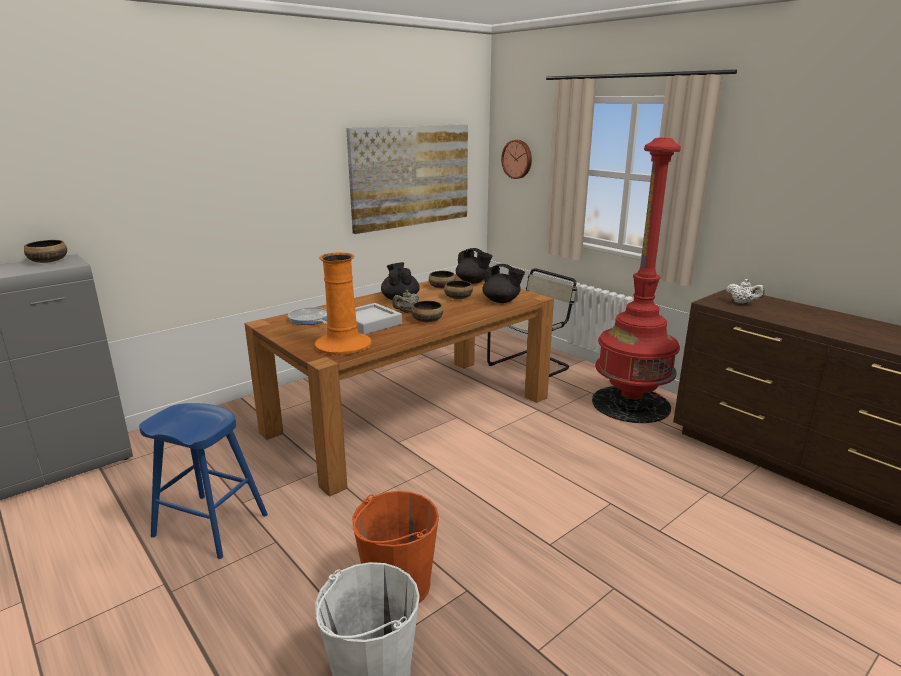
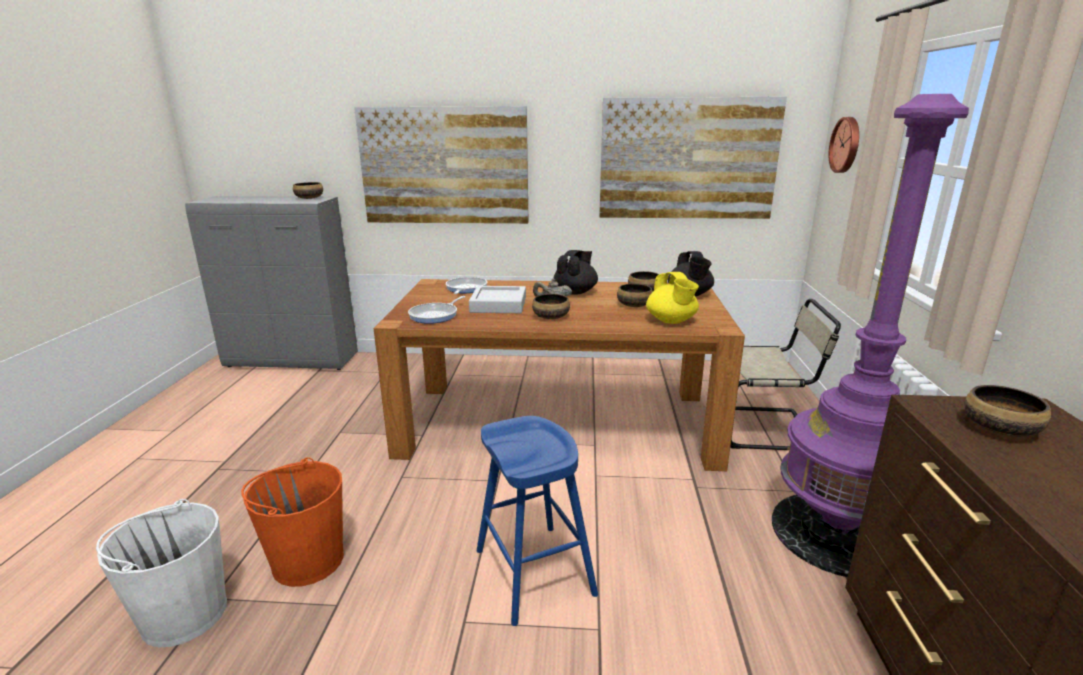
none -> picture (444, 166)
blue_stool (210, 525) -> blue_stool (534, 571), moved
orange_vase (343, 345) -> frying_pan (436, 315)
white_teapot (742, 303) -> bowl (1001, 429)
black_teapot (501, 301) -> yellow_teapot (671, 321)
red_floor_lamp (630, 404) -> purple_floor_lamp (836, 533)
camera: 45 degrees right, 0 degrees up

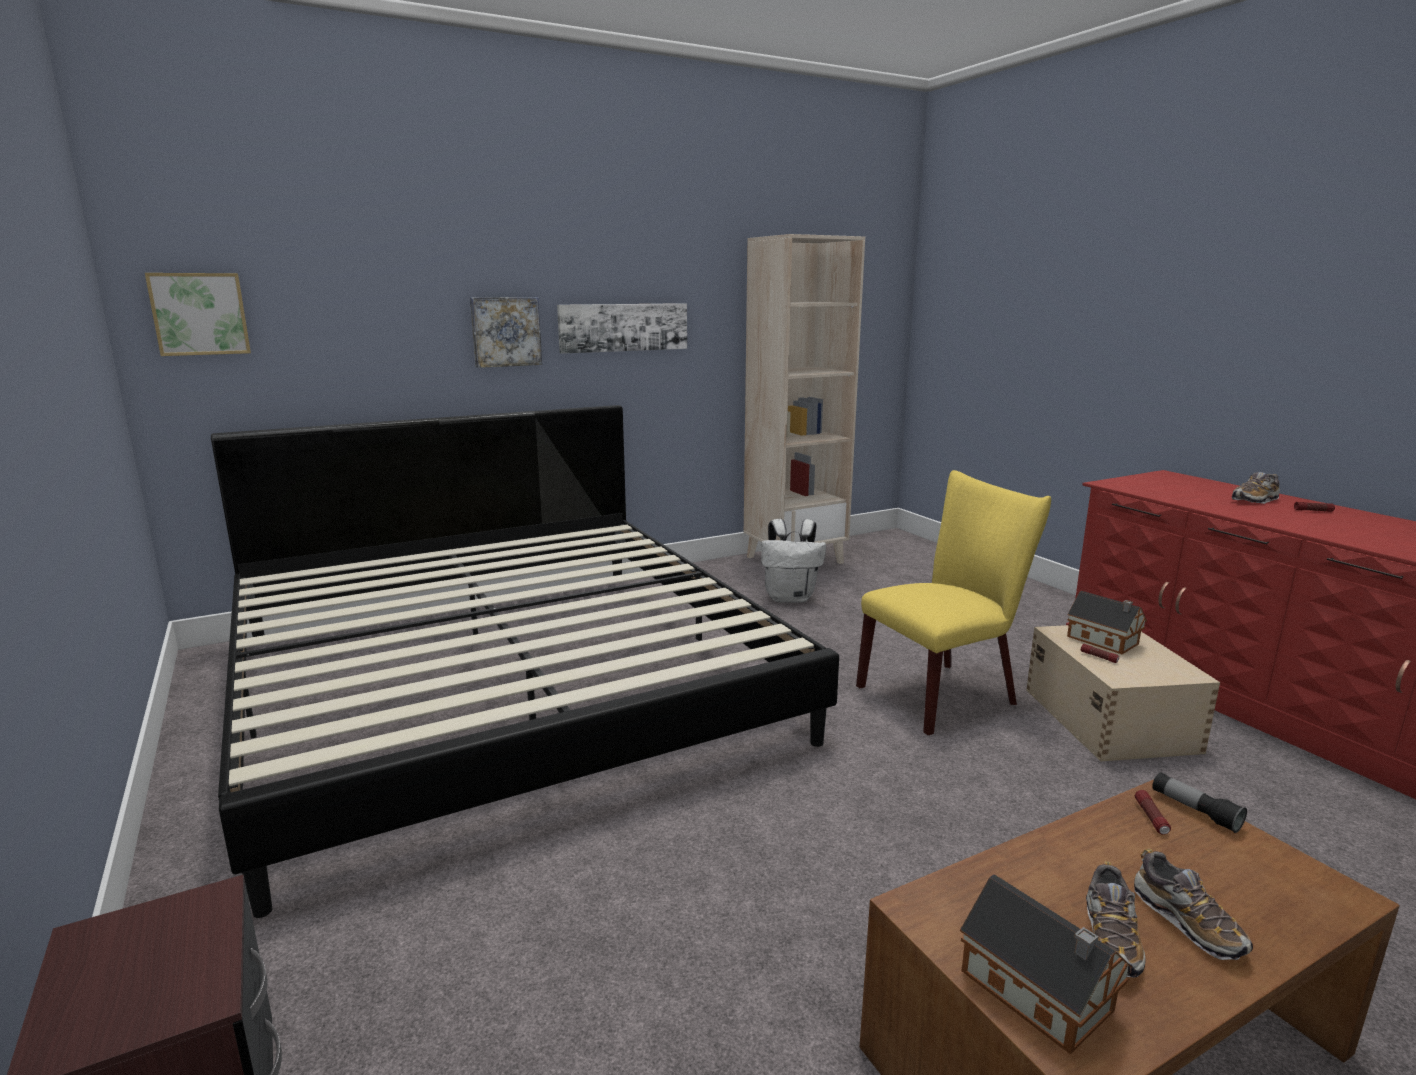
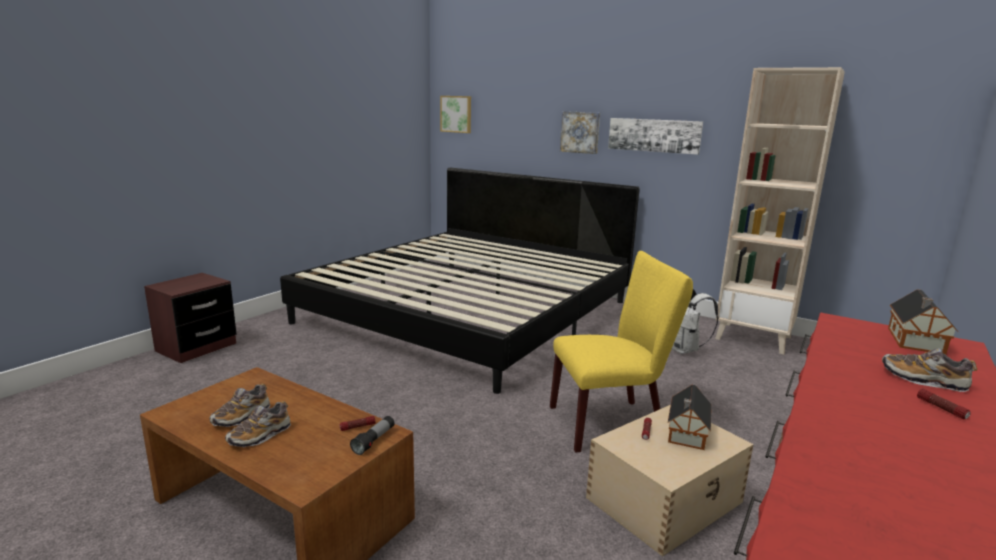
toy_house (1040, 995) -> toy_house (915, 341), moved
yellow_chair (944, 693) -> yellow_chair (613, 423), 45 degrees counterclockwise
shoe (1110, 940) -> shoe (242, 417), 45 degrees counterclockwise
camera: 60 degrees right, 0 degrees up

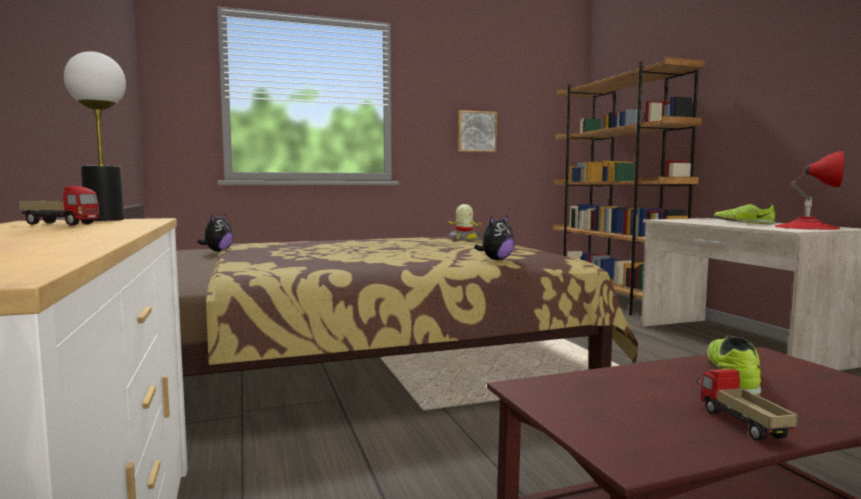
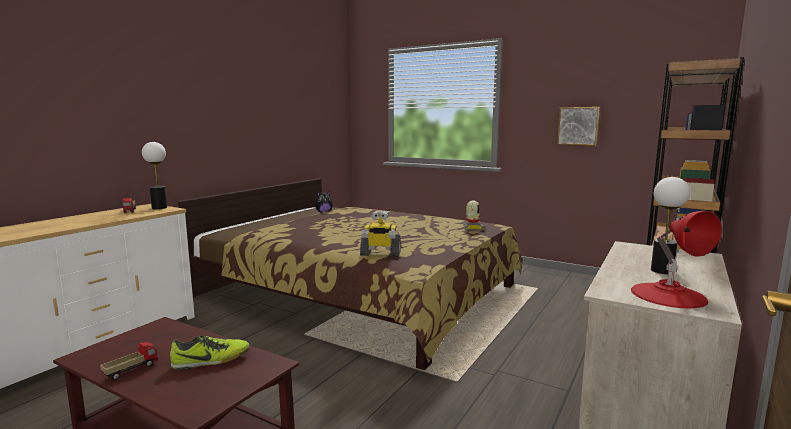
plush_toy (496, 260) -> toy_robot (380, 253)
shoe (743, 223) -> table_lamp (662, 271)
camera: 50 degrees right, 5 degrees up

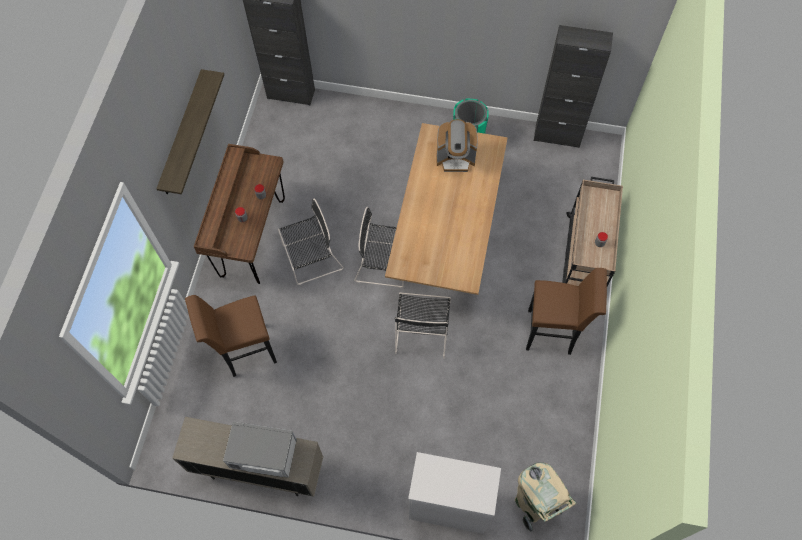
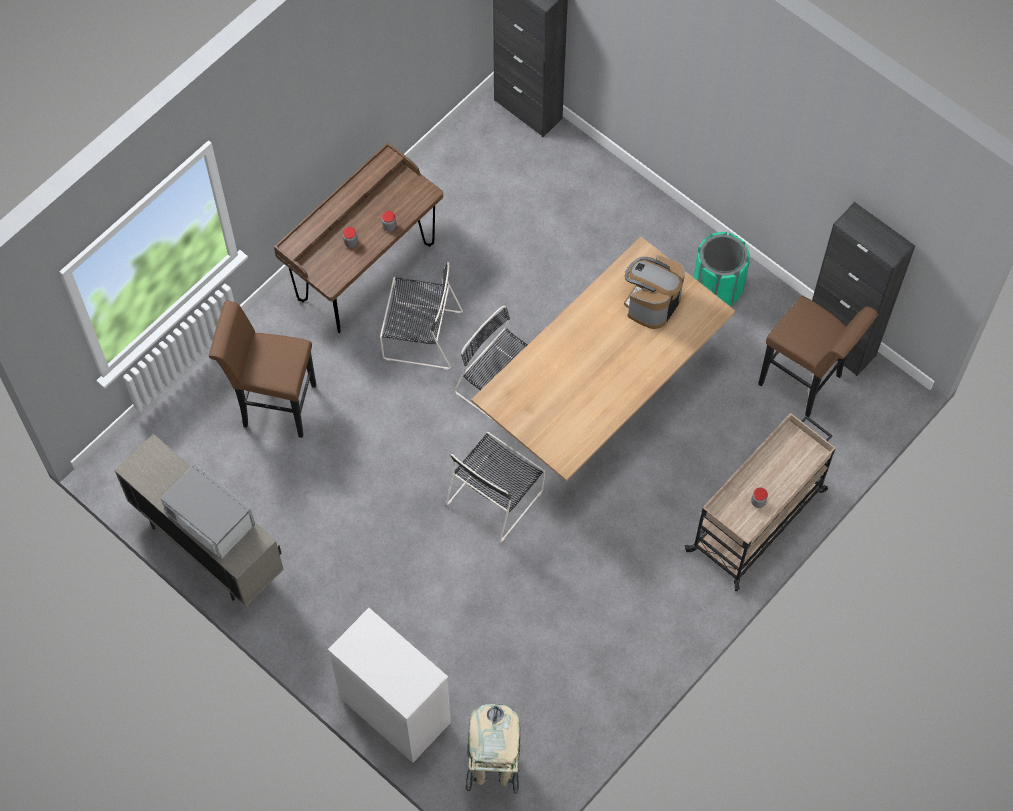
shelf (182, 134) -> none
brown_stool (554, 332) -> brown_stool (805, 383), moved
coffee_machine (455, 158) -> coffee_machine (651, 303), 90 degrees clockwise
camera: 30 degrees right, 0 degrees up

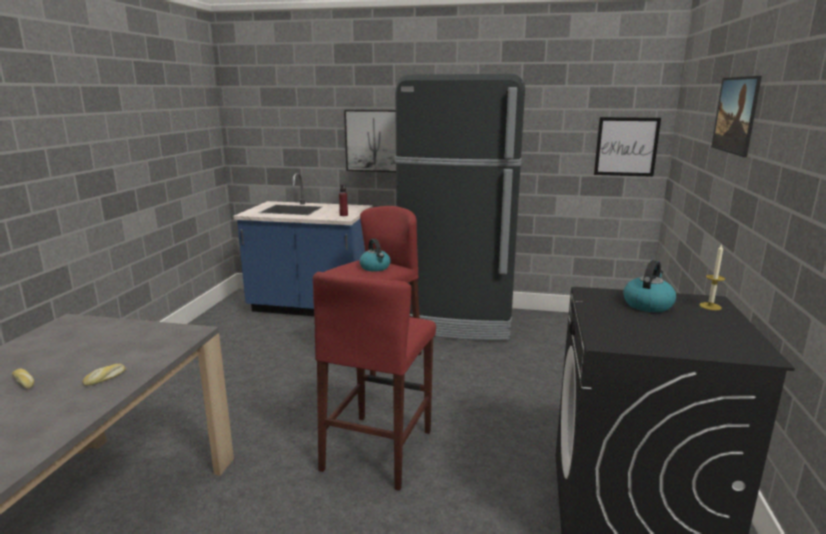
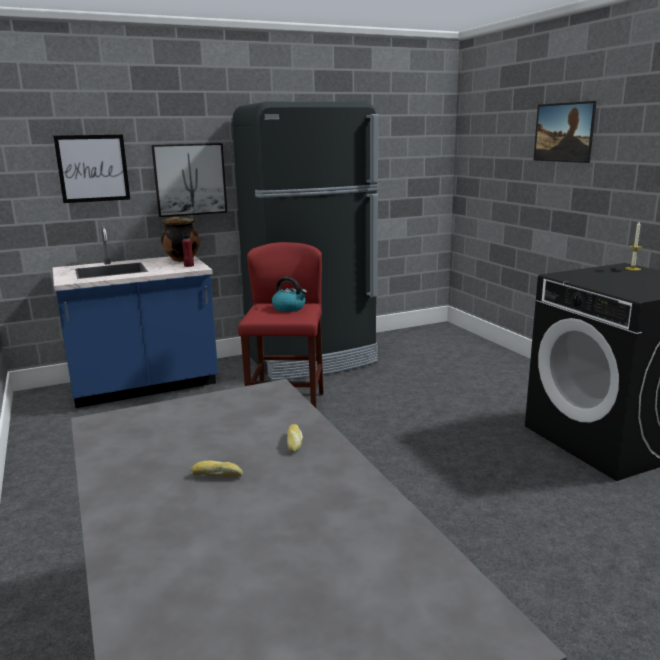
red_stool (378, 450) -> none
kettle (647, 304) -> none
none -> cooking_pot (181, 260)
picture (626, 146) -> picture (93, 168), moved
camera: 35 degrees left, 0 degrees up

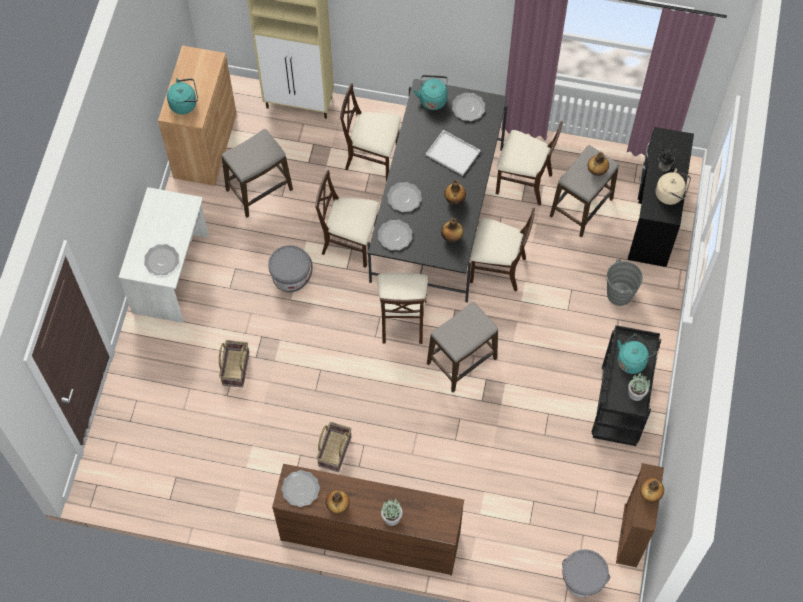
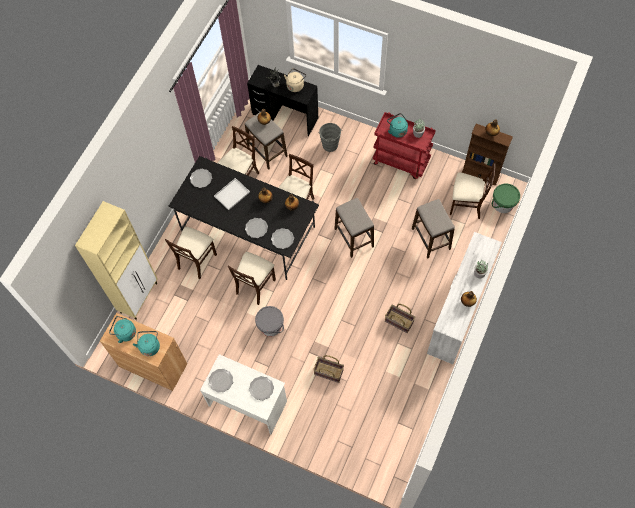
stool (259, 190) -> stool (431, 238), moved
plate (301, 489) -> plate (221, 380), moved
beige_chair (402, 320) -> beige_chair (466, 205), moved
turquoise_kettle (432, 98) -> turquoise_kettle (125, 333), moved
brown_dresser (370, 536) -> white_dresser (458, 311)
grey_bucket (582, 580) -> green_bucket (503, 204)
black_cart (620, 407) -> red_cart (401, 161)
camera: 75 degrees left, 0 degrees up

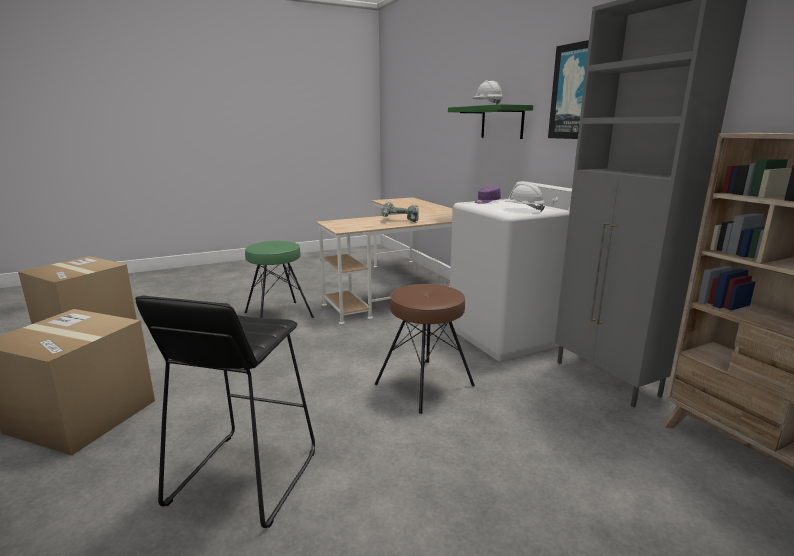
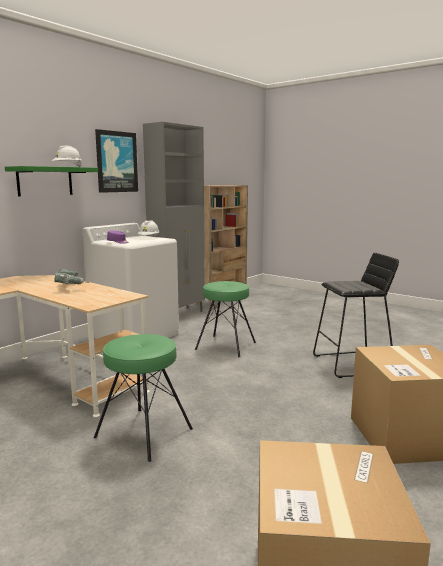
brown_stool (425, 385) -> green_stool (226, 345)
camera: 115 degrees left, 5 degrees down

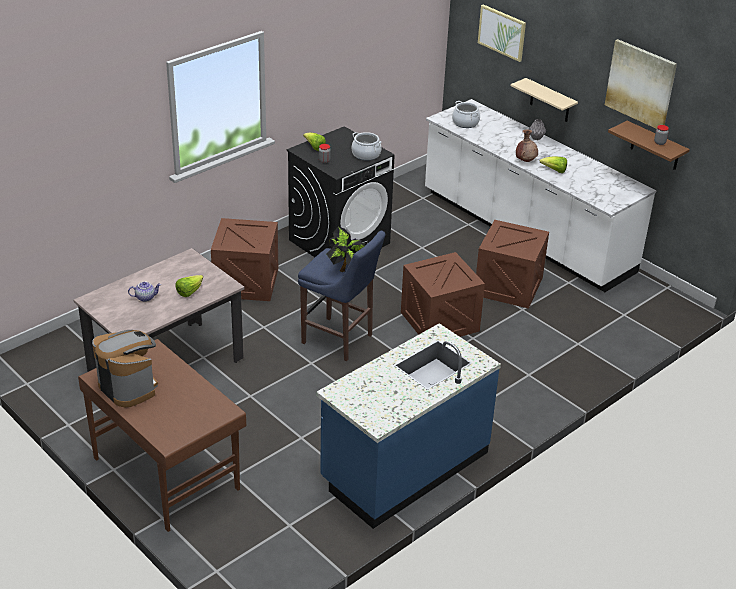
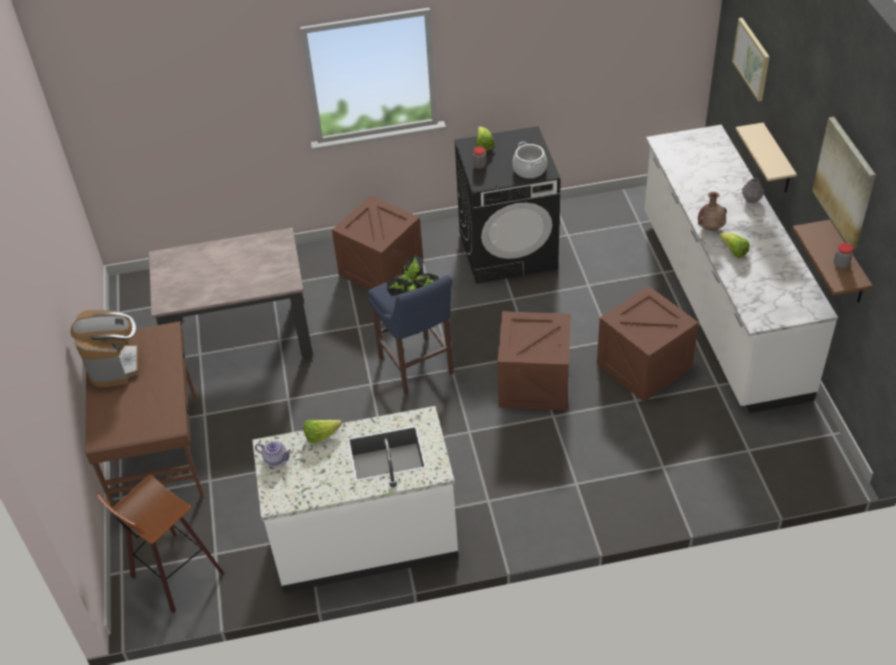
cooking_pot (465, 123) -> none
none -> stool (174, 575)
teapot (145, 297) -> teapot (276, 458), moved
lettuce (189, 292) -> lettuce (321, 436), moved
blue_counter (404, 467) -> white_counter (364, 538)
camera: 35 degrees right, 10 degrees up

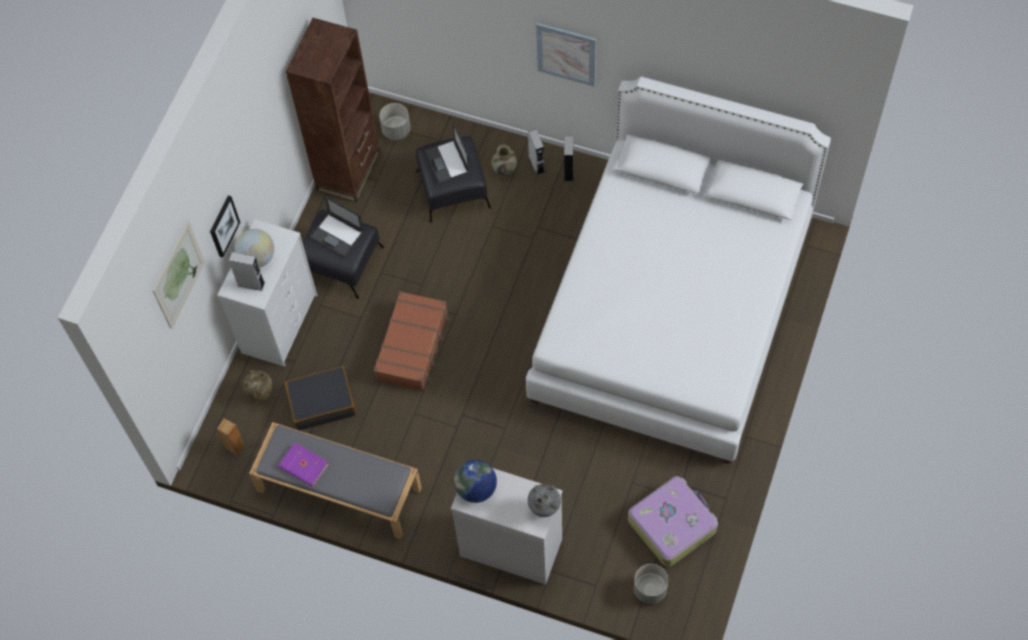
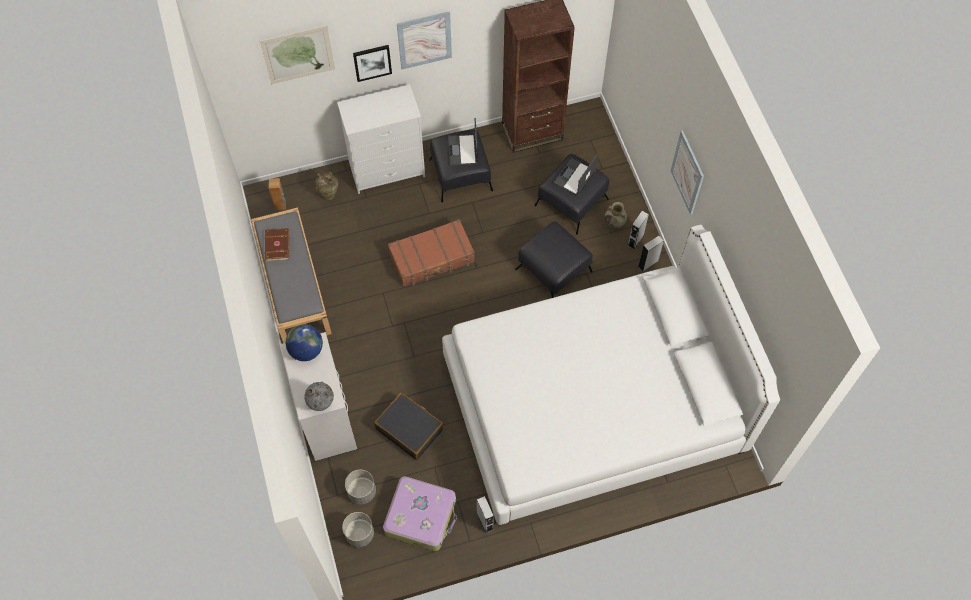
globe (257, 258) -> none
none -> picture (424, 40)
none -> black_ottoman (553, 270)
grey_speaker (251, 284) -> grey_speaker (485, 521), moved
black_suitcase (321, 402) -> black_suitcase (409, 429), moved
grey_planter (396, 130) -> grey_planter (362, 491), moved
purple_book (303, 466) -> brown_book (276, 246)
camera: 50 degrees right, 0 degrees up

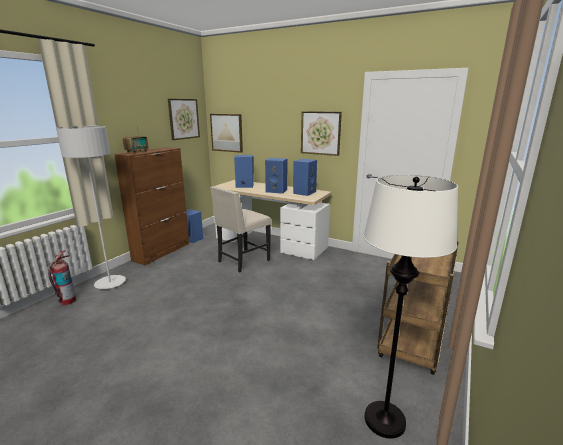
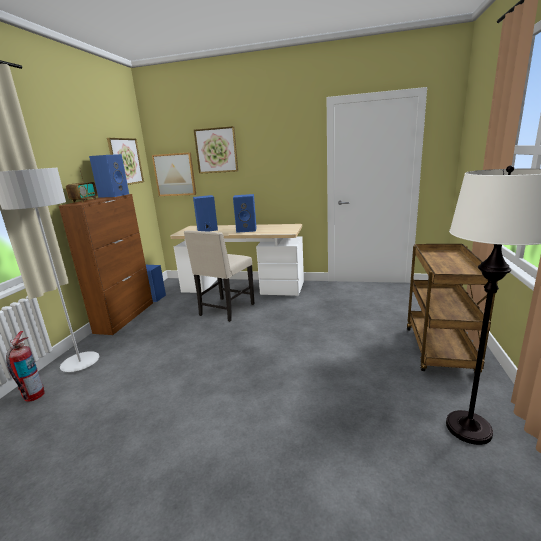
blue_speaker (304, 192) -> blue_speaker (114, 195), moved
picture (320, 133) -> picture (216, 150), moved
camera: 15 degrees left, 0 degrees up

